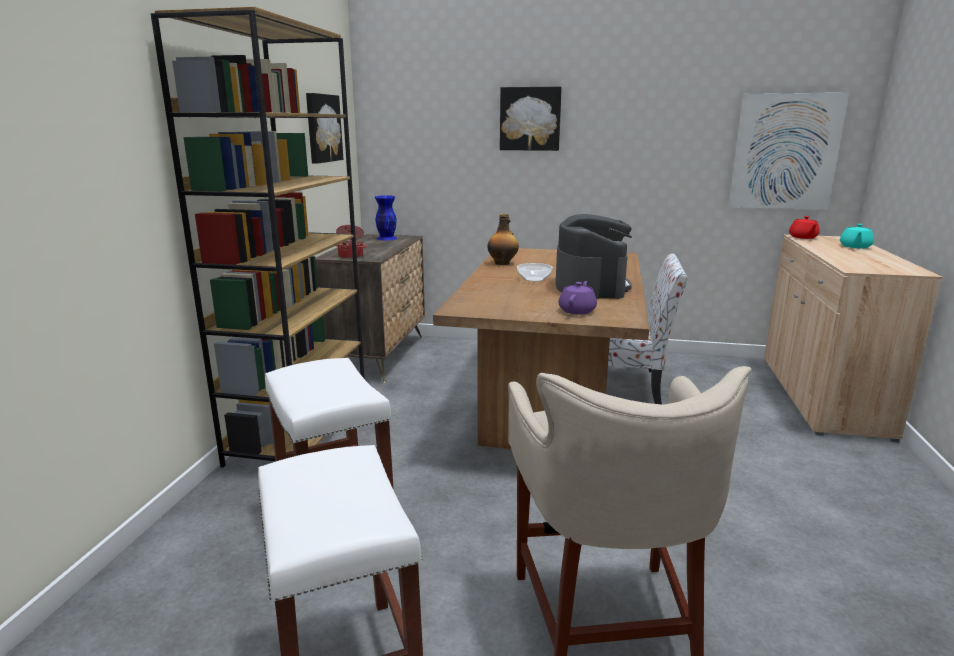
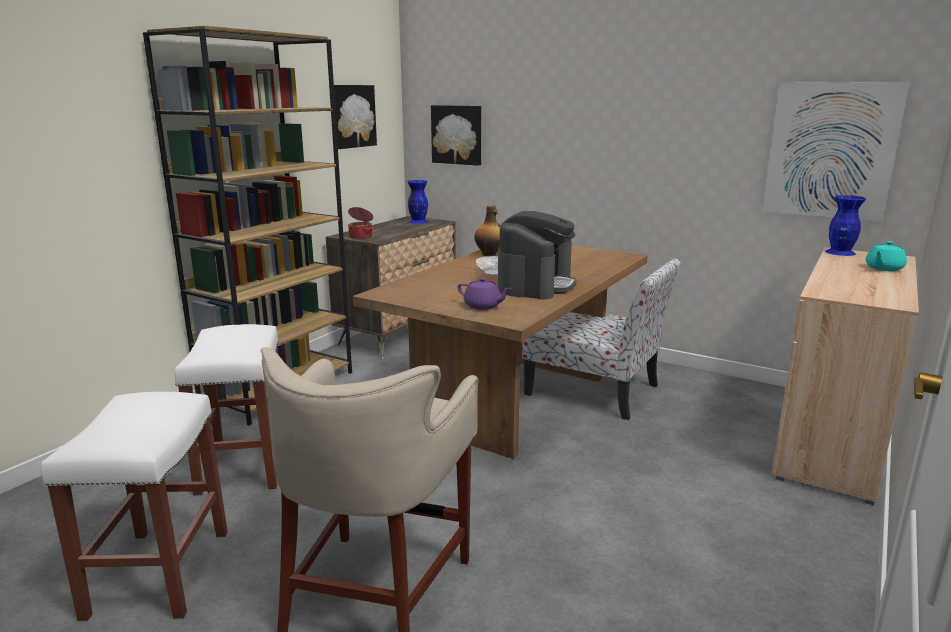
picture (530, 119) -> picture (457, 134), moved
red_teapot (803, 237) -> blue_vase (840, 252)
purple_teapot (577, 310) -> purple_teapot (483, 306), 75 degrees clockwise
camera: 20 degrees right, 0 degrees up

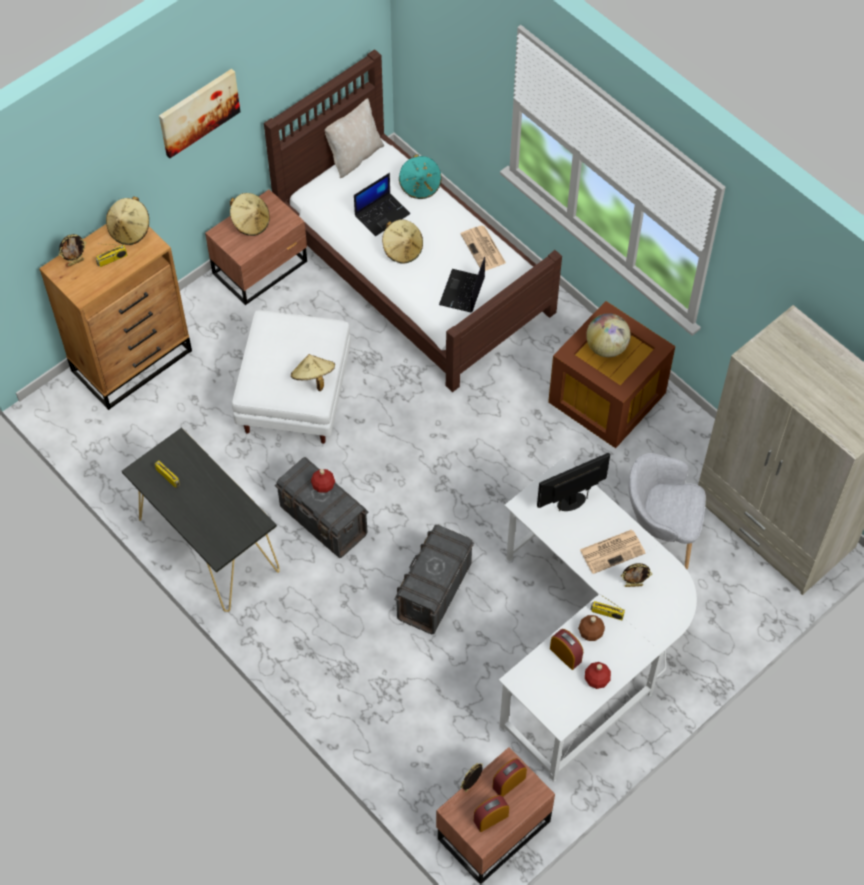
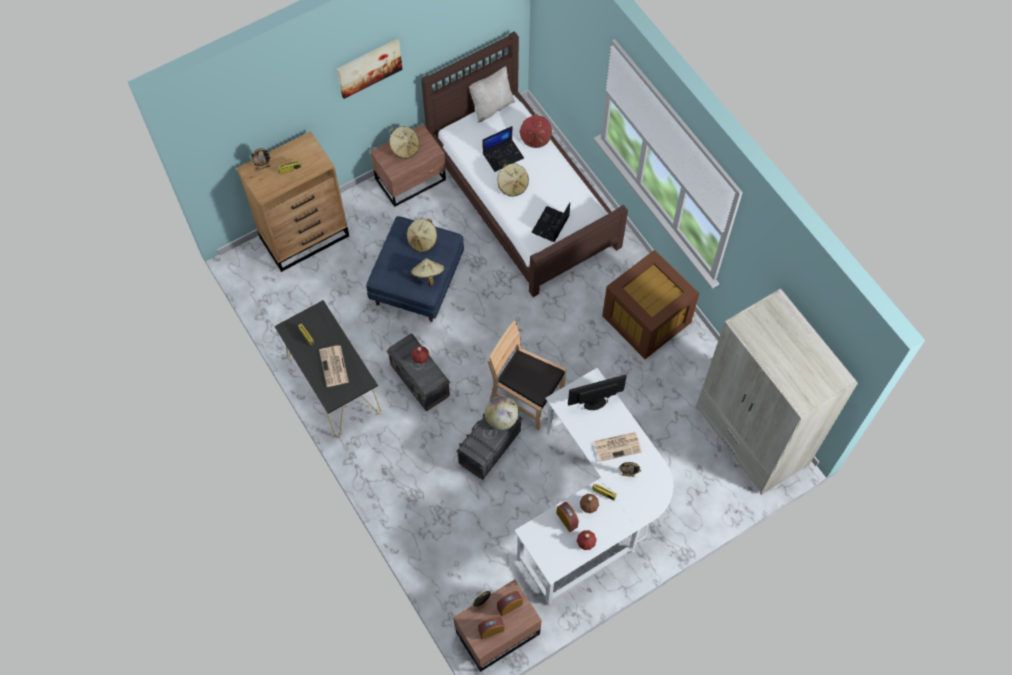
grey_armchair (657, 539) -> none
none -> brown_chair (526, 396)
beige_hat (130, 230) -> beige_hat (422, 240), moved
newspaper (483, 249) -> newspaper (334, 366), moved
globe (606, 347) -> globe (501, 419), moved
white_ottoman (294, 393) -> blue_ottoman (417, 280)
turquoise_hat (420, 186) -> red_hat (535, 137)
camera: 10 degrees right, 5 degrees up

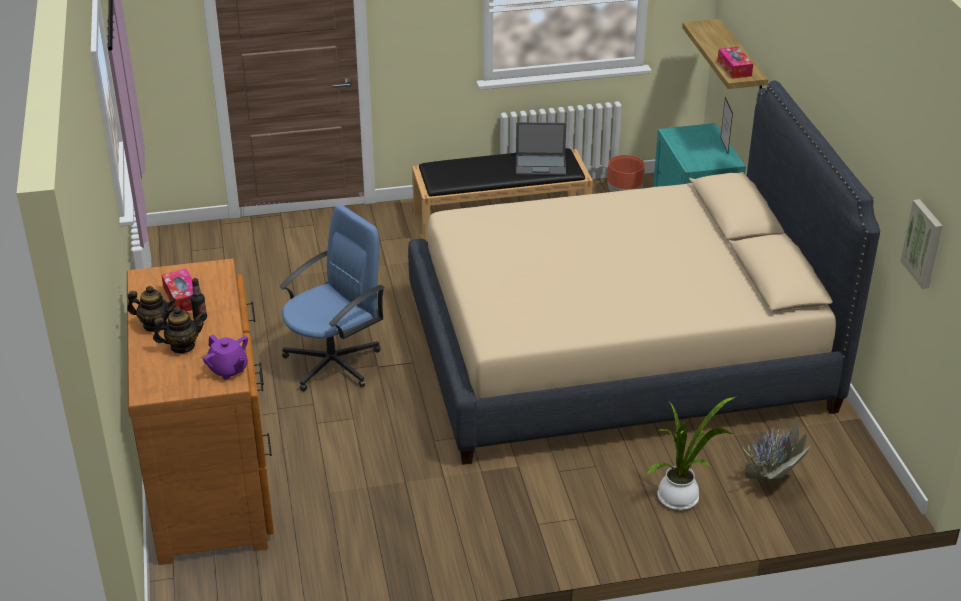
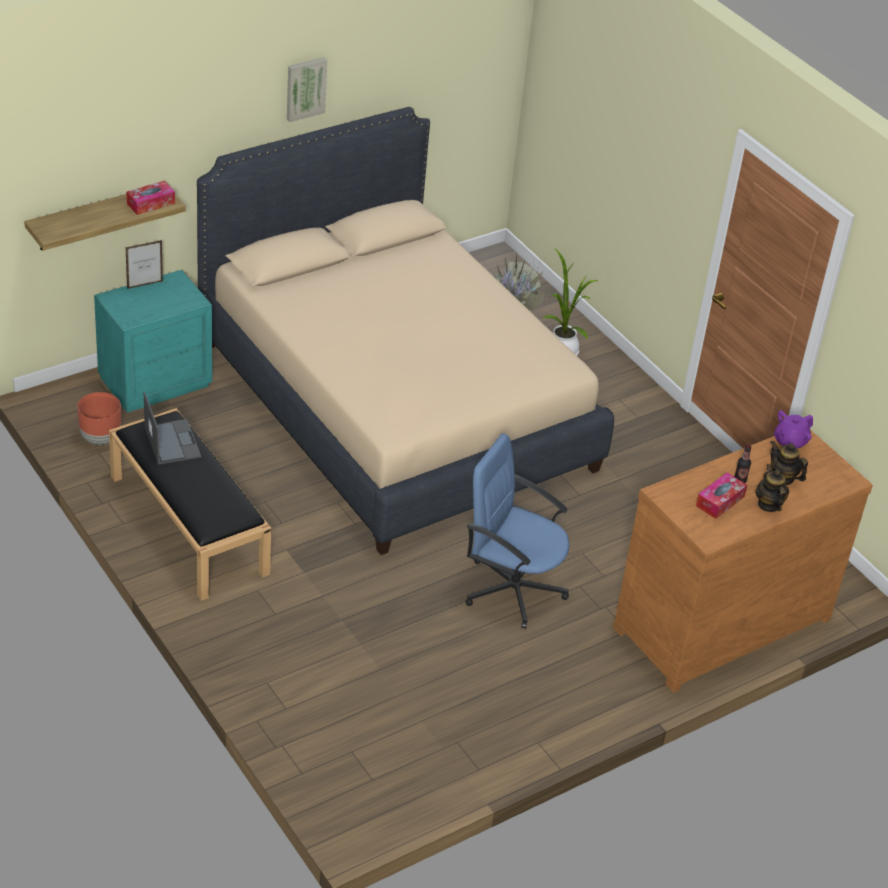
picture (924, 243) -> picture (305, 88), moved
purple_teapot (228, 370) -> purple_teapot (789, 442), 150 degrees counterclockwise
camera: 115 degrees left, 5 degrees up

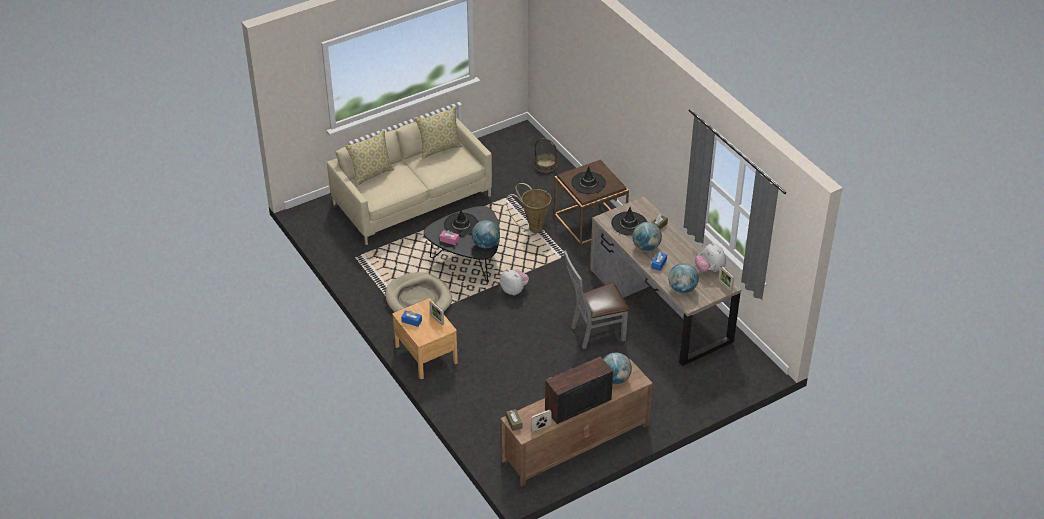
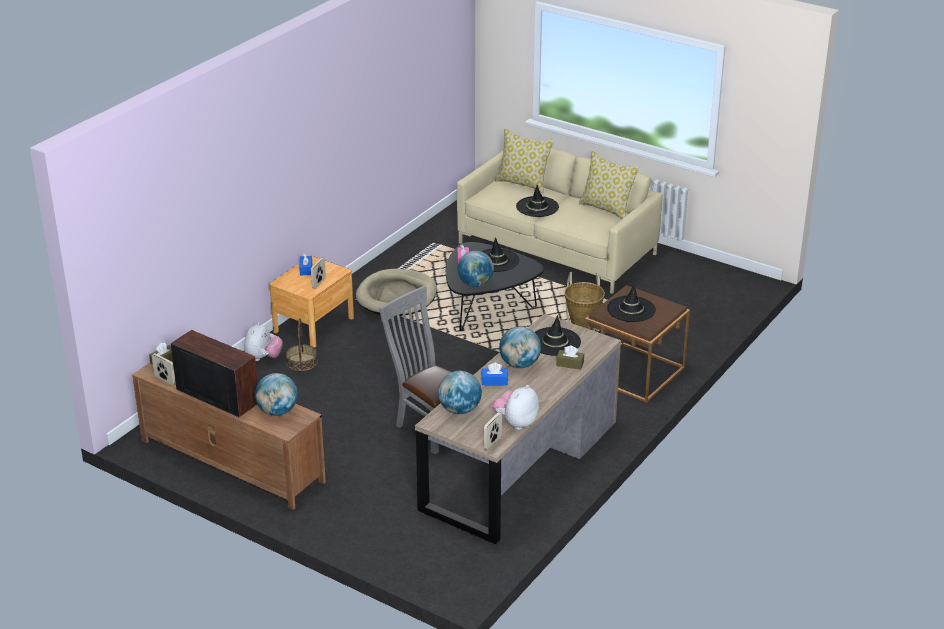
none -> black_hat (537, 207)
plush_toy (514, 290) -> plush_toy (263, 358), moved
basket (545, 165) -> basket (301, 362), moved
camera: 65 degrees right, 10 degrees down

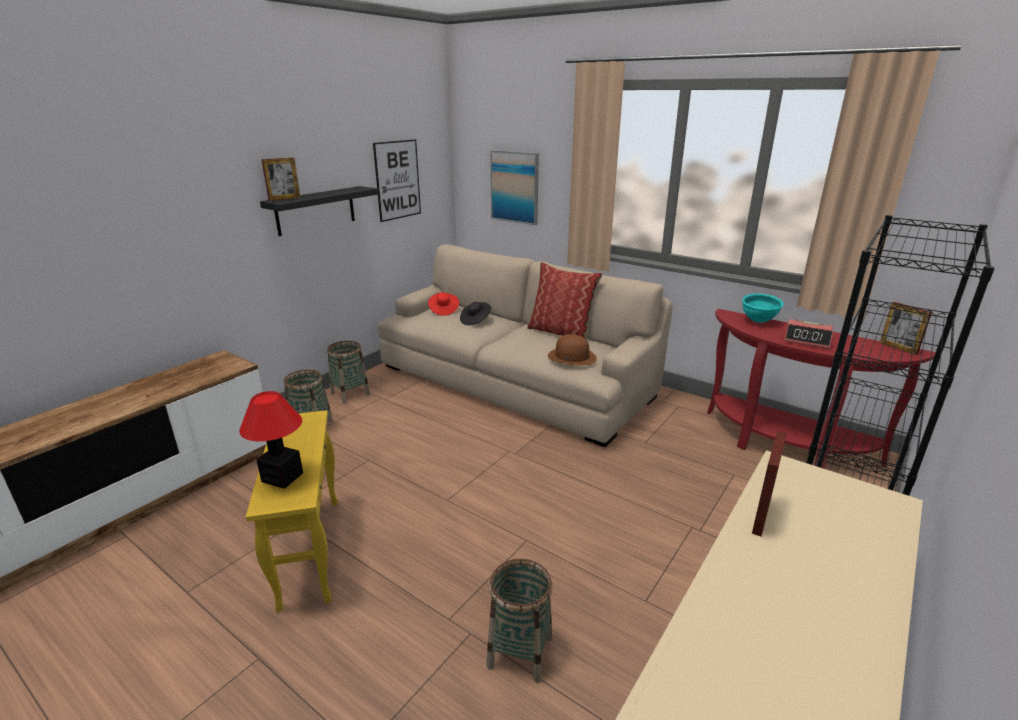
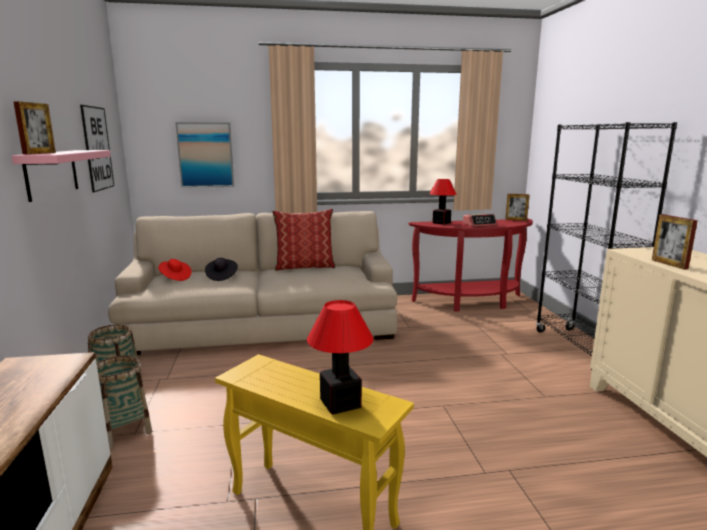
basket (520, 652) -> none
brown_hat (572, 357) -> none
turquoise_bowl (758, 321) -> table_lamp (441, 223)
black_shelf (316, 210) -> pink_shelf (52, 173)
camera: 45 degrees left, 10 degrees down

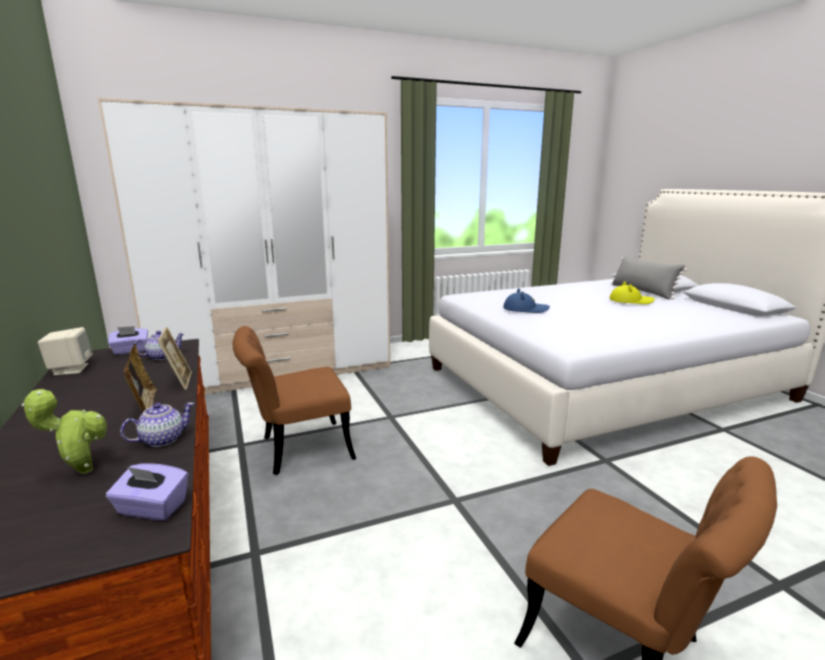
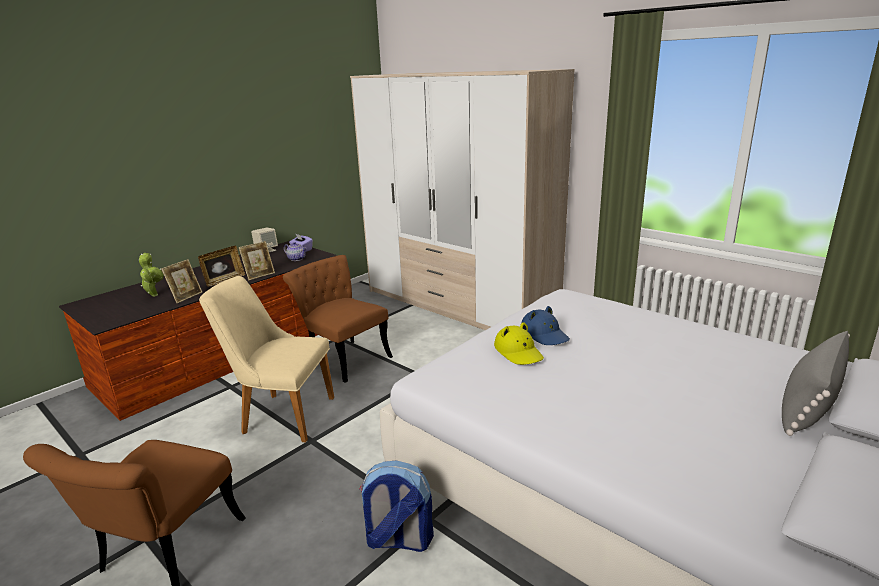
purple_tissue_box (152, 509) -> none
none -> beige_chair (280, 415)
none -> backpack (398, 540)
yellow_hat (630, 301) -> yellow_hat (518, 352), moved
teapot (162, 439) -> picture_frame (186, 297)
camera: 65 degrees right, 5 degrees up

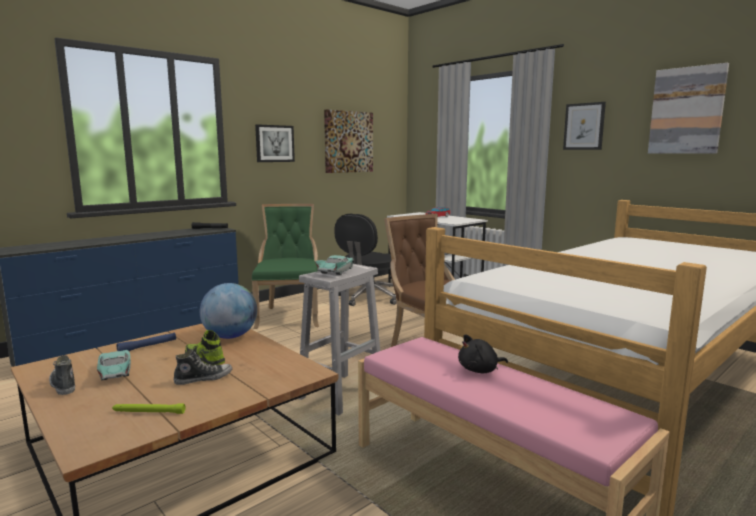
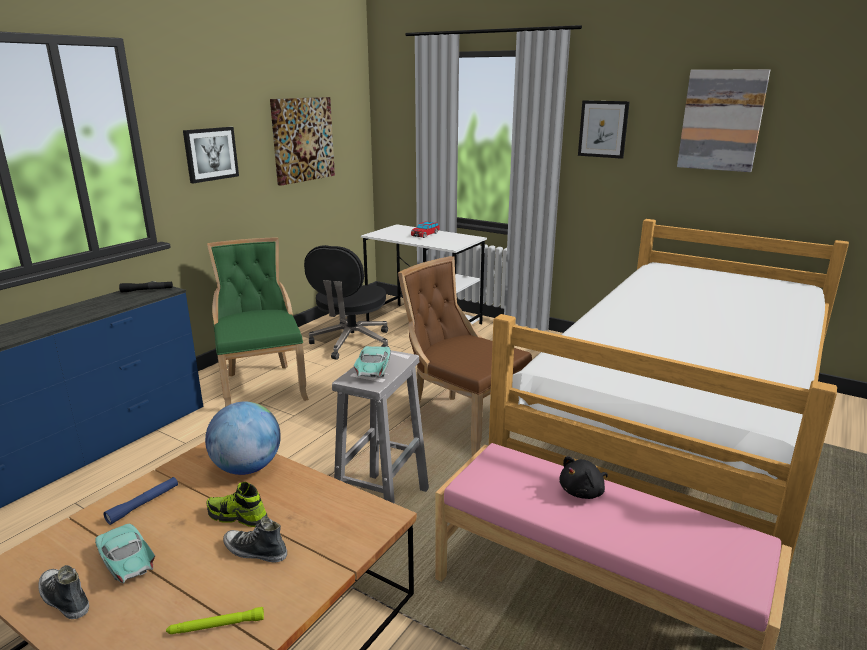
shoe (203, 378) -> shoe (255, 551), 120 degrees counterclockwise
camera: 15 degrees left, 10 degrees up

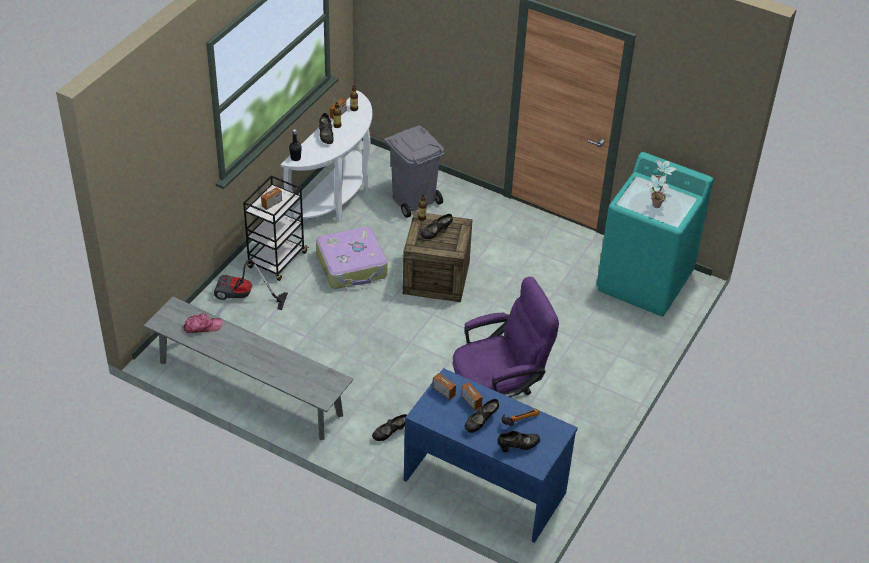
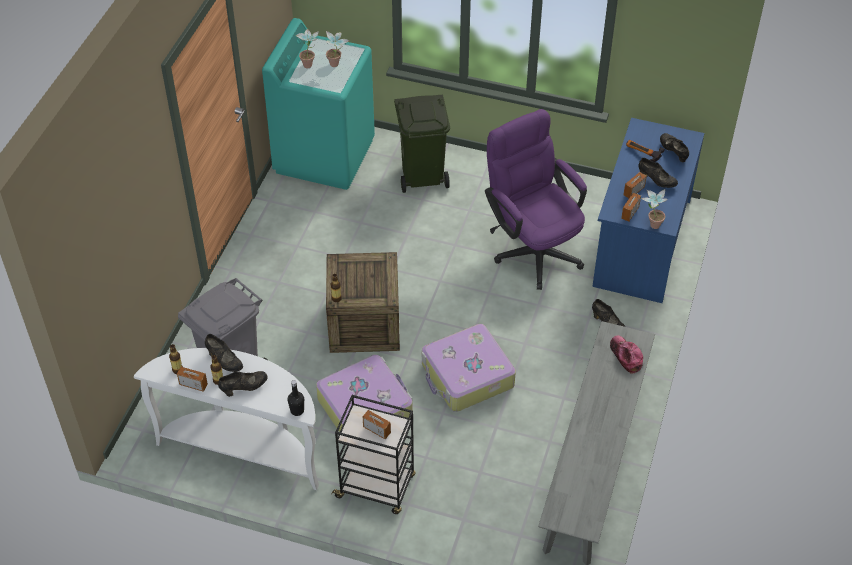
vacuum_cleaner (243, 297) -> none
none -> green_trash_can (423, 175)
none -> suitcase (467, 376)
none -> potted_plant (651, 224)
cap (202, 326) -> cap (626, 356), moved
black_shoe (436, 233) -> black_shoe (224, 361), moved
camera: 100 degrees left, 5 degrees up

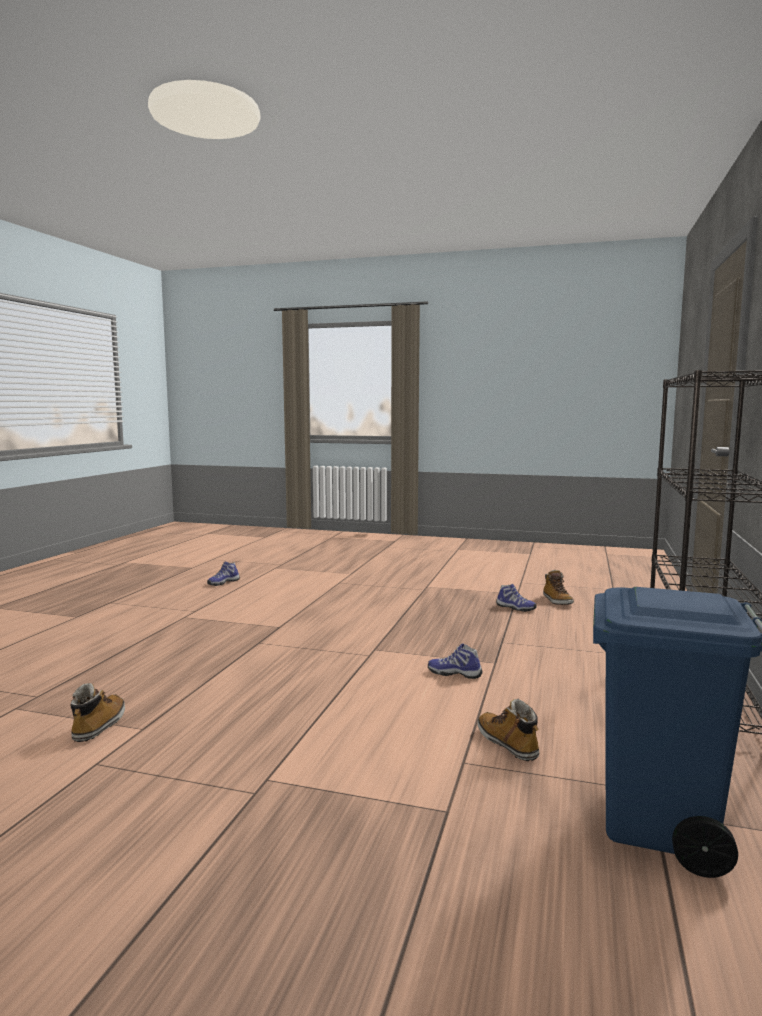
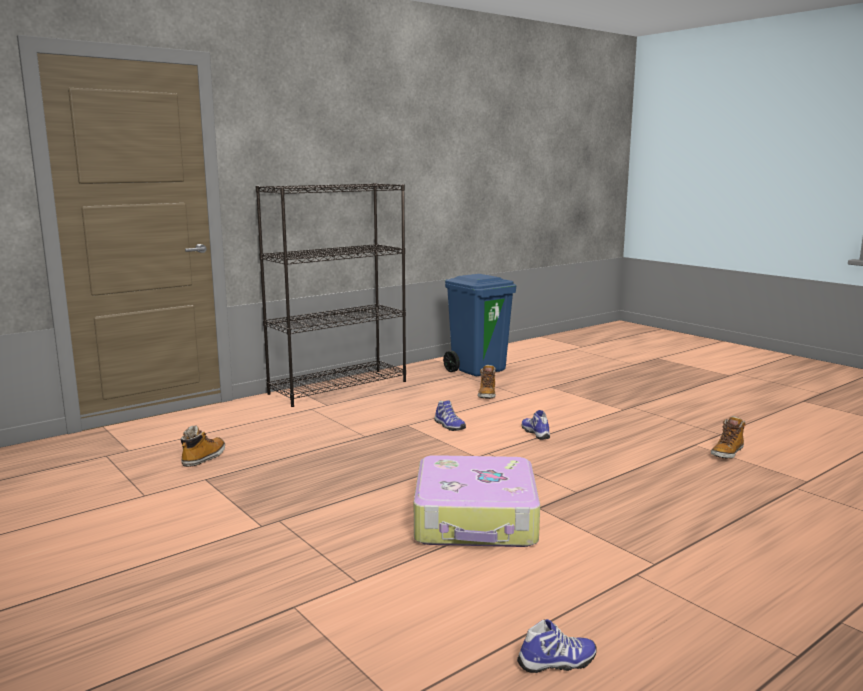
none -> suitcase (476, 520)
shoe (515, 608) -> shoe (536, 433), moved
camera: 145 degrees left, 5 degrees up

